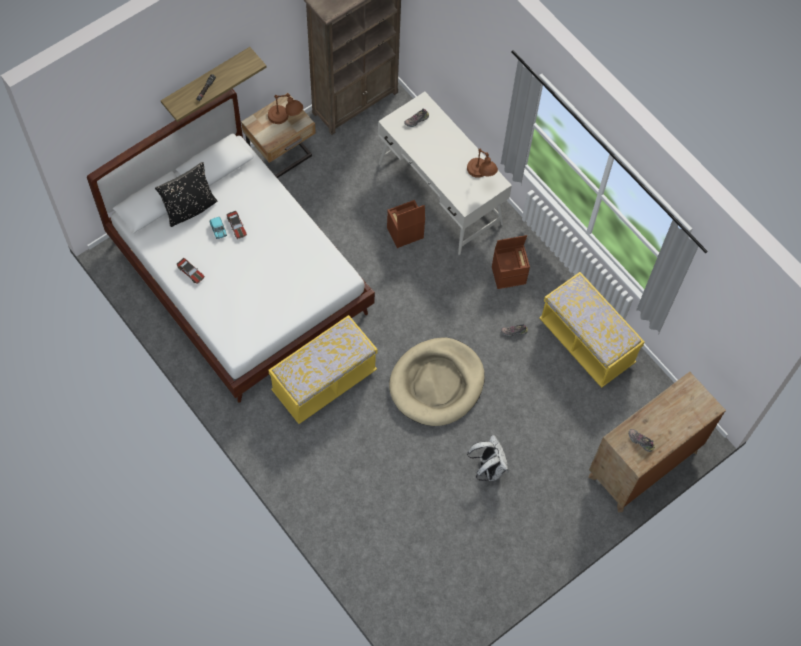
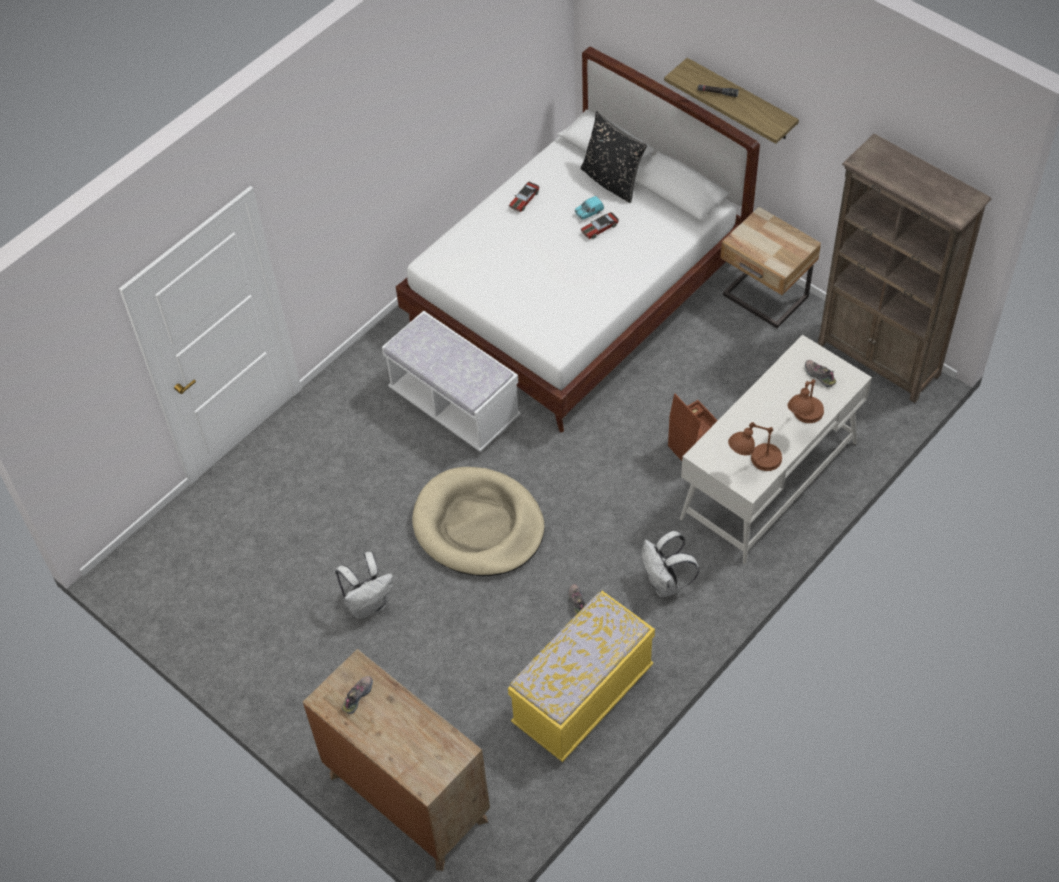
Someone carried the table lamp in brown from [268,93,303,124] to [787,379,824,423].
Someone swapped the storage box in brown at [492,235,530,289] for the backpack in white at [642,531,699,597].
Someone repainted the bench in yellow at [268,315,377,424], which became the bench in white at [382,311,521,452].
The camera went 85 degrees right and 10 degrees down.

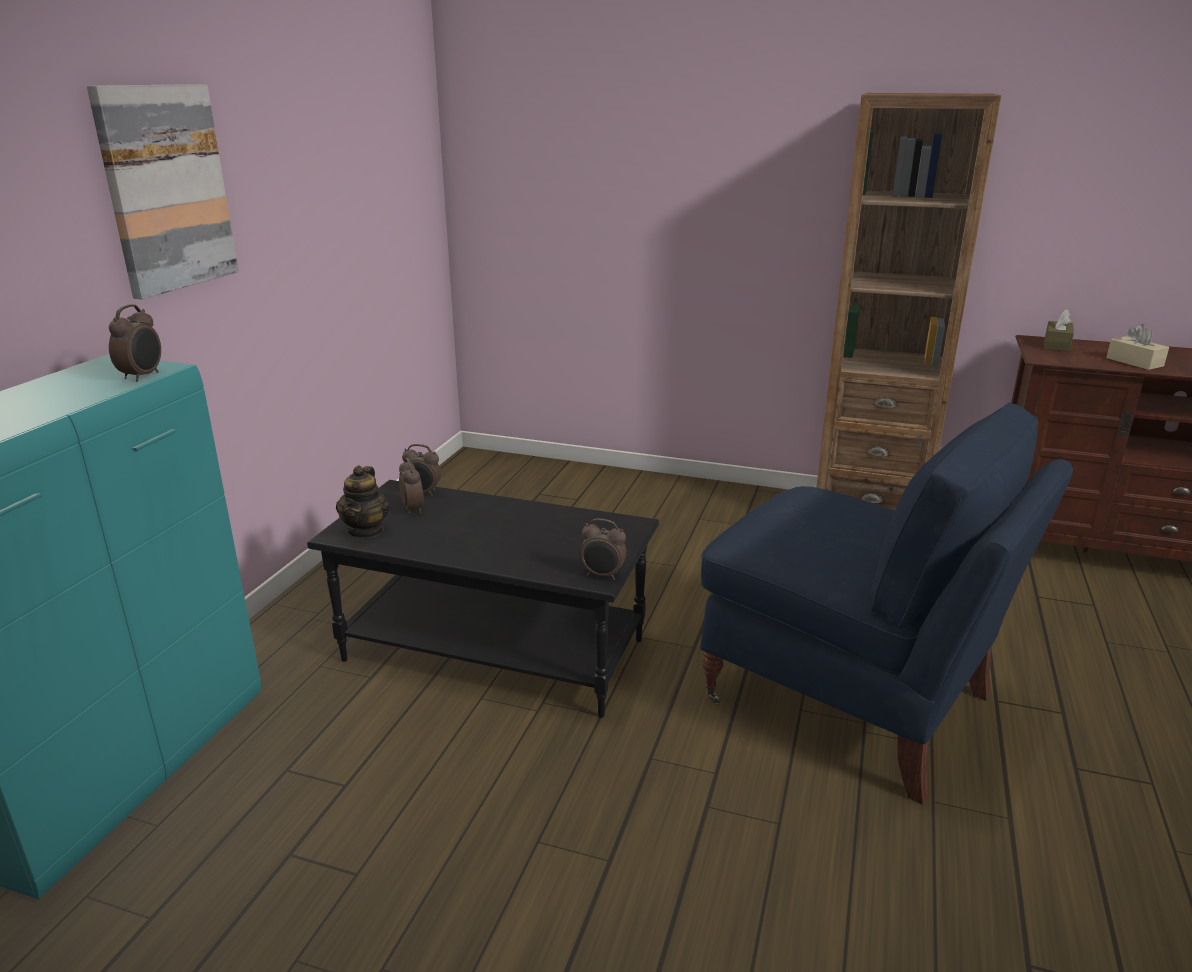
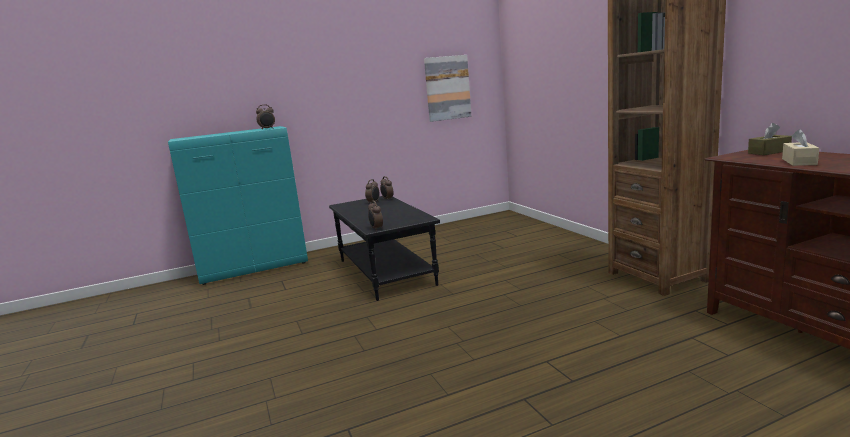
Someone carried the picture from [87,84,239,300] to [424,55,471,122].
Someone took away the armchair in blue at [700,402,1073,805].
Someone took away the teapot at [336,465,390,539].
The camera went 50 degrees right and 10 degrees down.

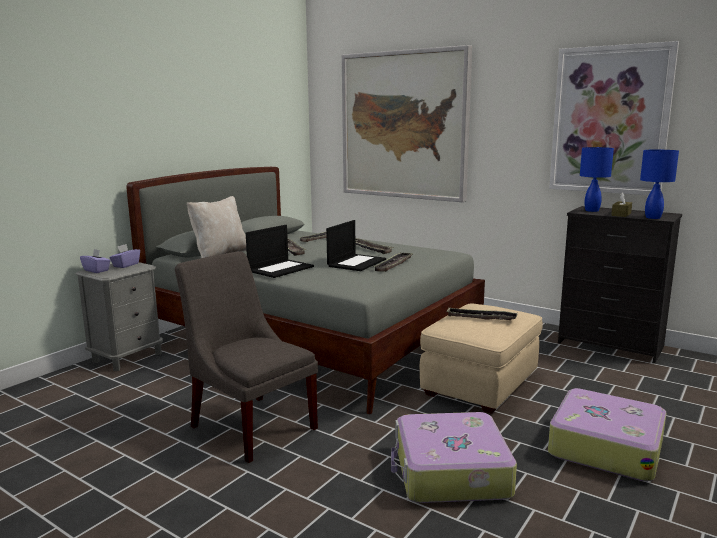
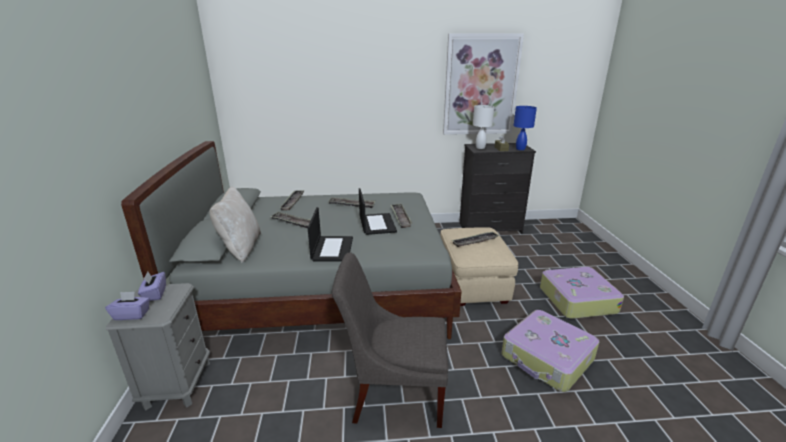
Someone took away the picture at [342,45,472,202].
Someone repainted the table lamp in blue at [580,147,614,212], which became the table lamp in white at [473,105,494,149].
The camera went 40 degrees left and 10 degrees up.

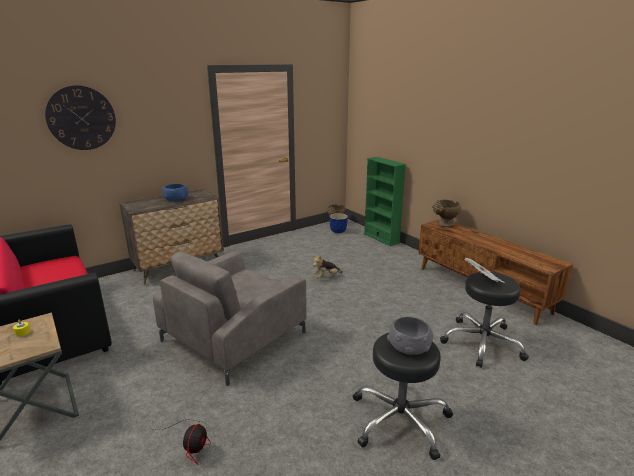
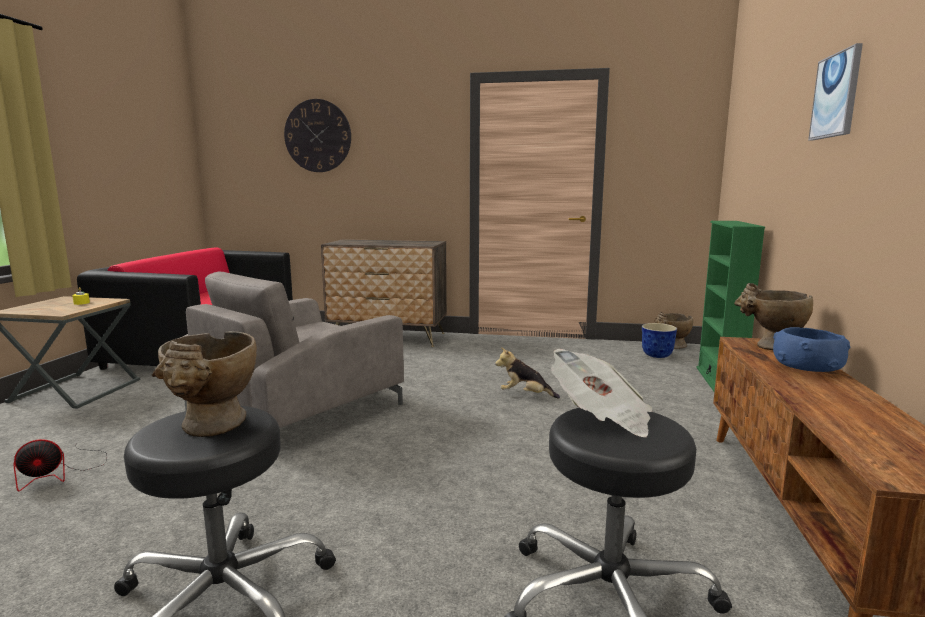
Someone carried the bowl in blue from [162,184,188,201] to [773,327,850,372].
Someone rotated the armchair in grey at [153,251,307,386] by 45 degrees counterclockwise.
Someone swapped the bowl in grey at [387,317,433,355] for the vase in beige at [152,331,257,437].
Someone put up the picture at [808,43,863,140].
The camera went 45 degrees right and 10 degrees down.

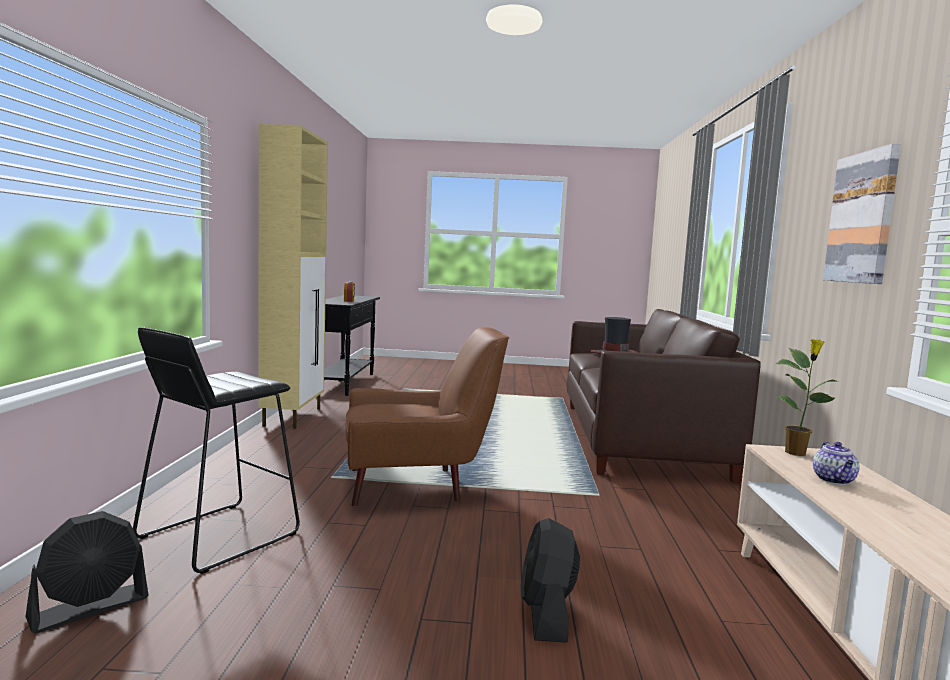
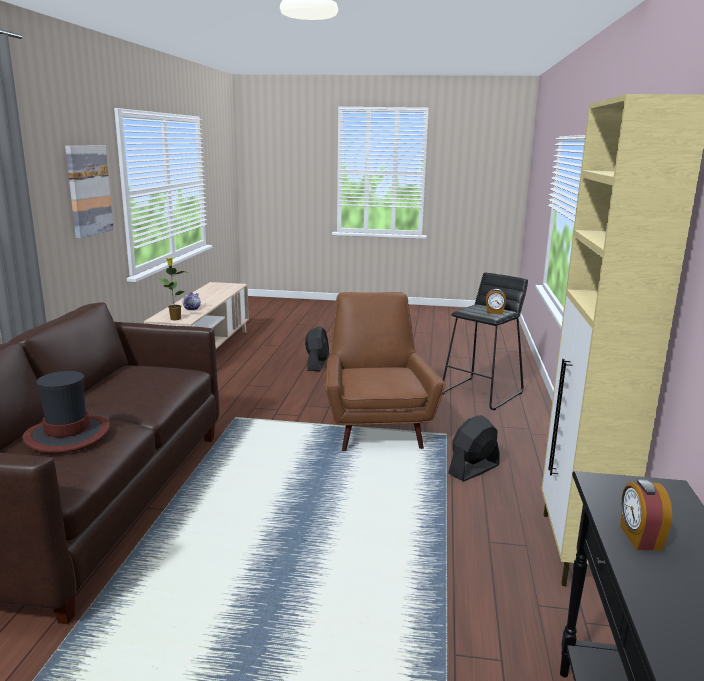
Someone rotated the armchair in brown at [345,327,509,507] by 90 degrees clockwise.
Someone carried the fan in black from [25,511,148,633] to [448,415,500,481].
Someone put down the alarm clock at [486,289,506,314].
The camera went 175 degrees left and 10 degrees up.

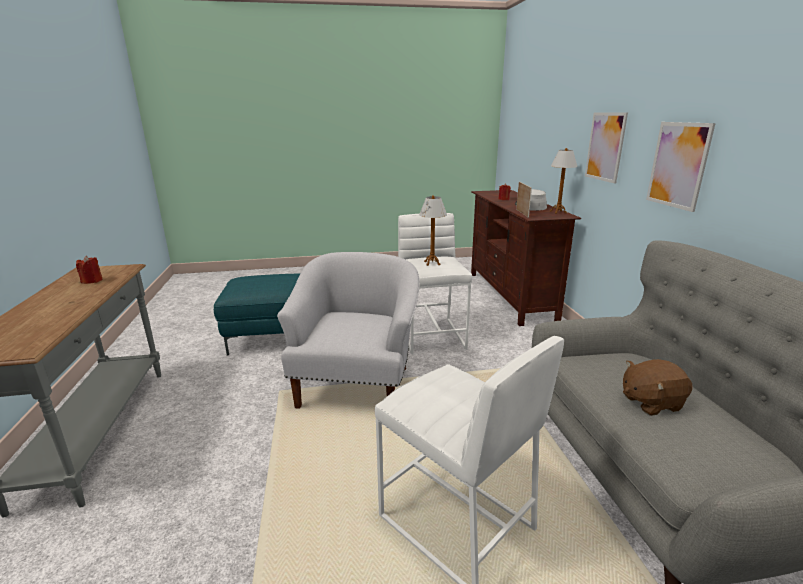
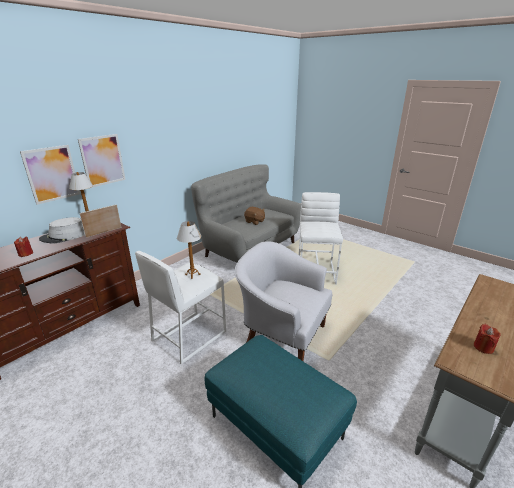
Someone carried the picture from [646,122,716,212] to [20,145,80,205].
Someone rotated the armchair in white at [277,252,420,409] by 60 degrees clockwise.
The camera went 130 degrees left and 5 degrees up.

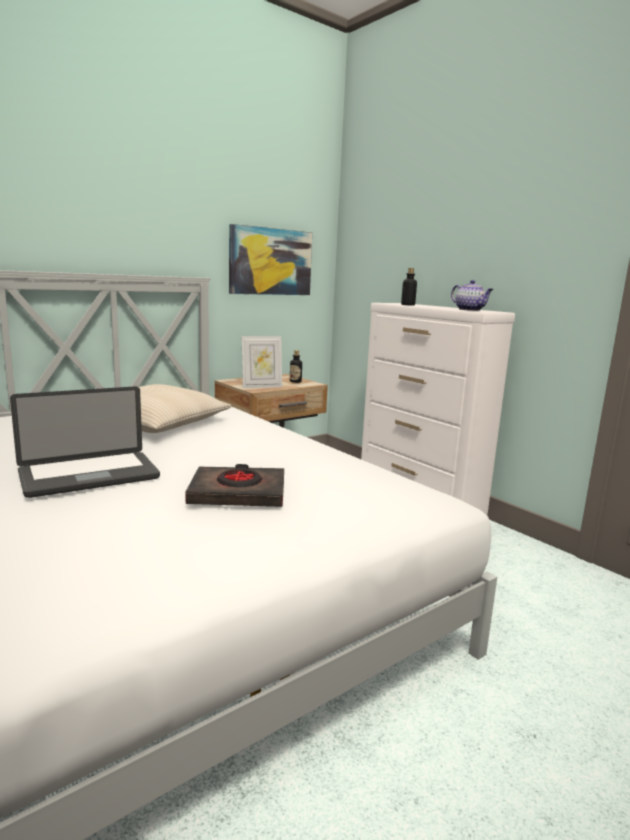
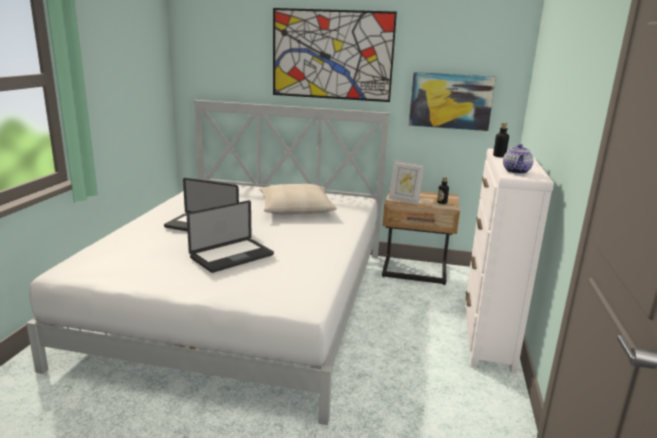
Someone swapped the book in black at [185,464,284,507] for the laptop at [187,200,274,273].
Someone put up the picture at [273,8,397,102].
The camera went 50 degrees right and 5 degrees up.

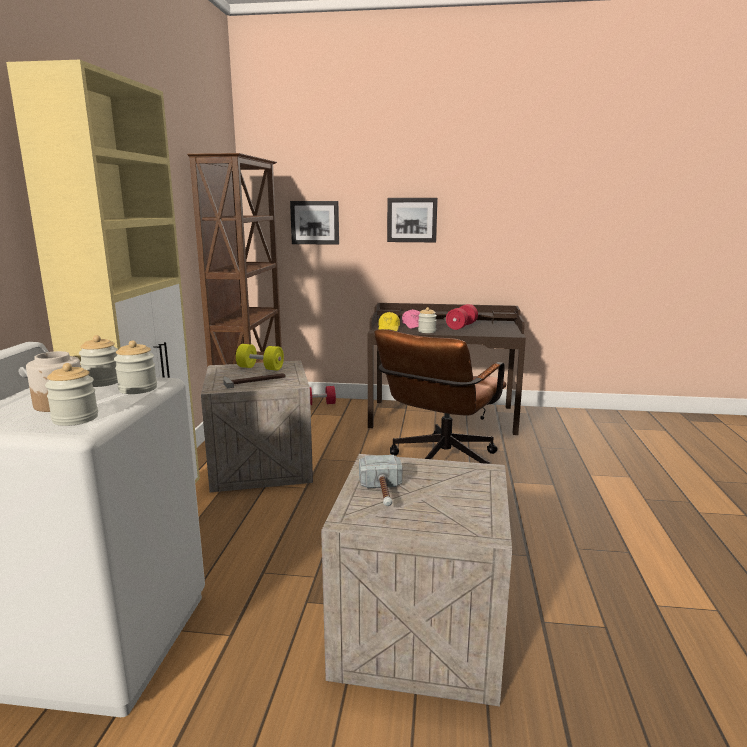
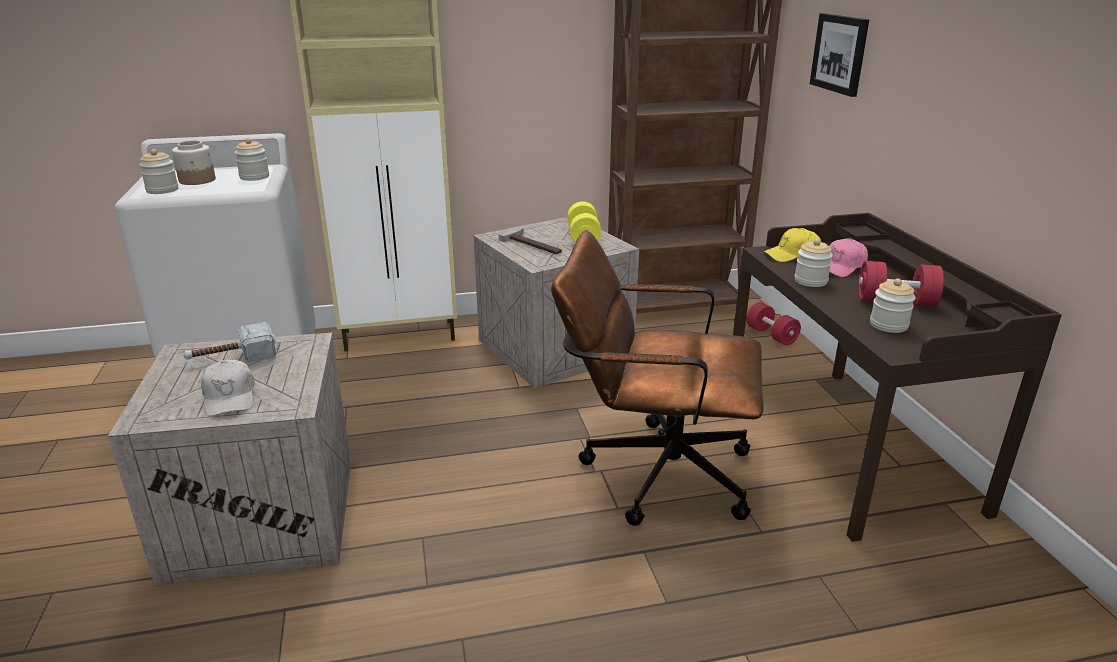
Someone took away the picture at [387,198,437,242].
Someone carried the jar from [114,340,157,394] to [870,279,916,333].
Someone put down the cap in white at [201,360,255,416].
The camera went 70 degrees right and 10 degrees up.

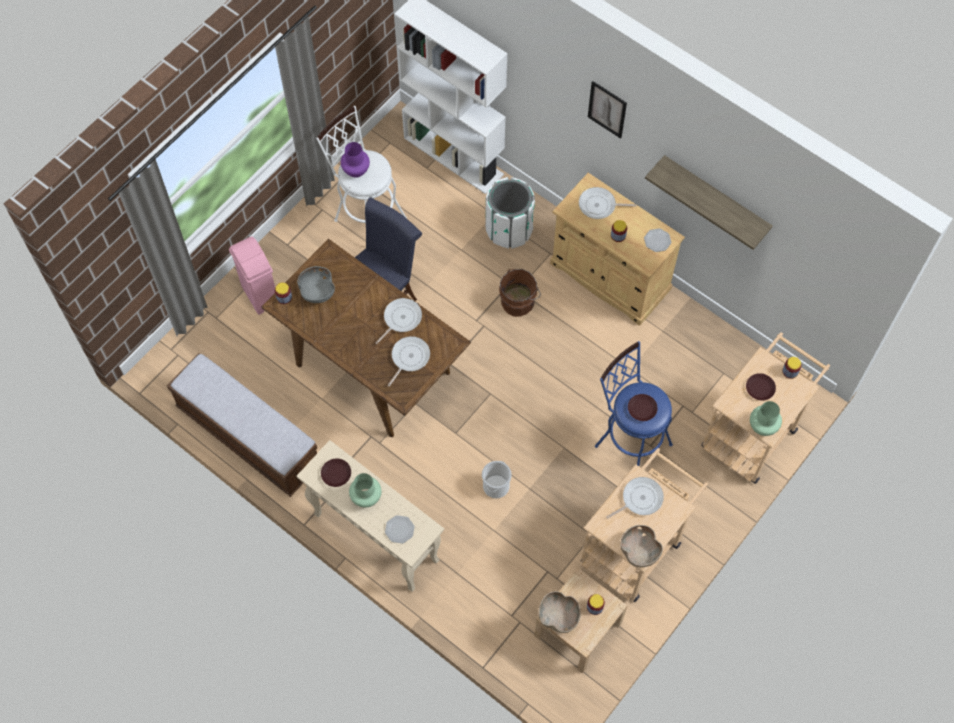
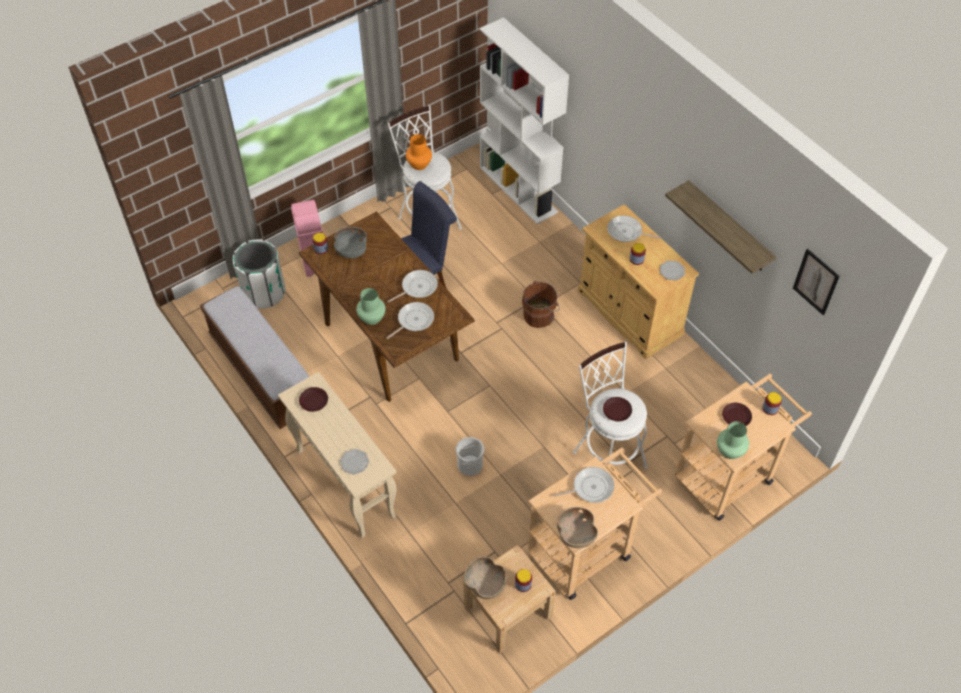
Someone carried the picture from [588,81,627,139] to [793,249,840,315].
Someone repainted the vase in purple at [341,142,370,178], which became the vase in orange at [406,134,432,170].
Someone carried the trash can in white from [485,177,535,249] to [233,239,285,309].
Someone repainted the stool in blue at [595,341,673,466], which became the stool in white at [573,342,648,469].
Someone carried the vase in green from [349,473,382,508] to [356,288,386,325].
The camera went 15 degrees right and 10 degrees down.

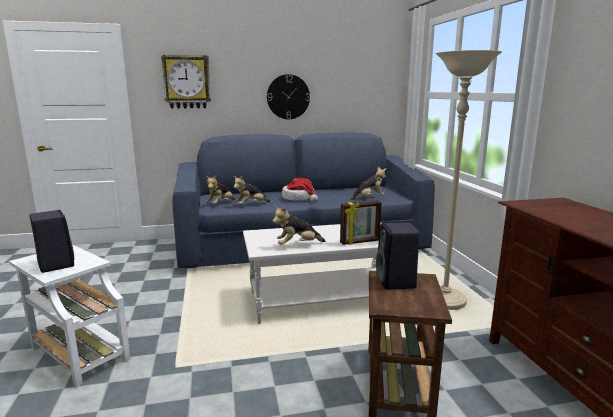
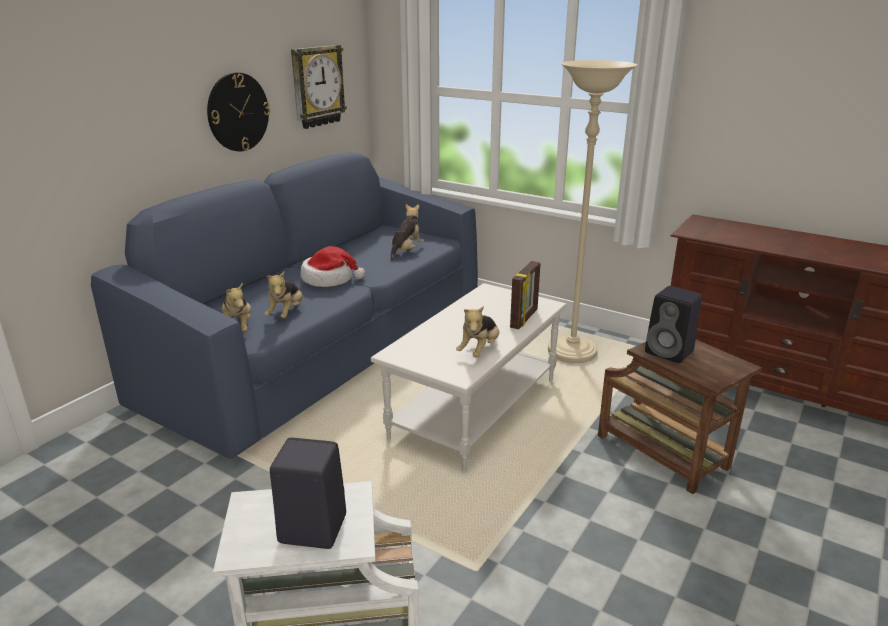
Someone carried the wall clock from [161,55,211,109] to [291,45,347,129].
The camera went 45 degrees left and 10 degrees up.

